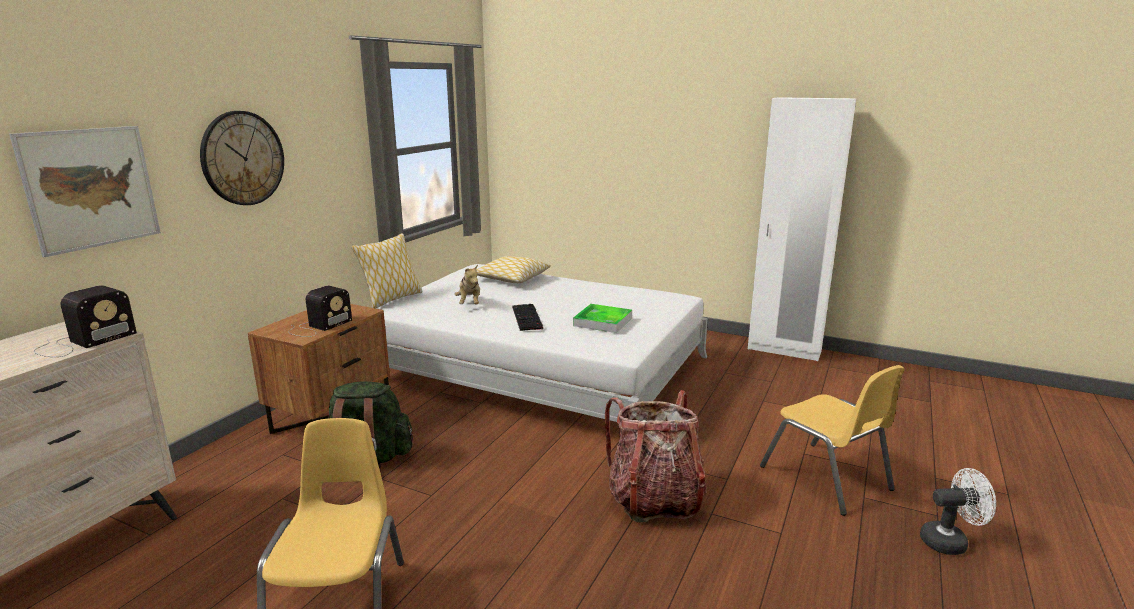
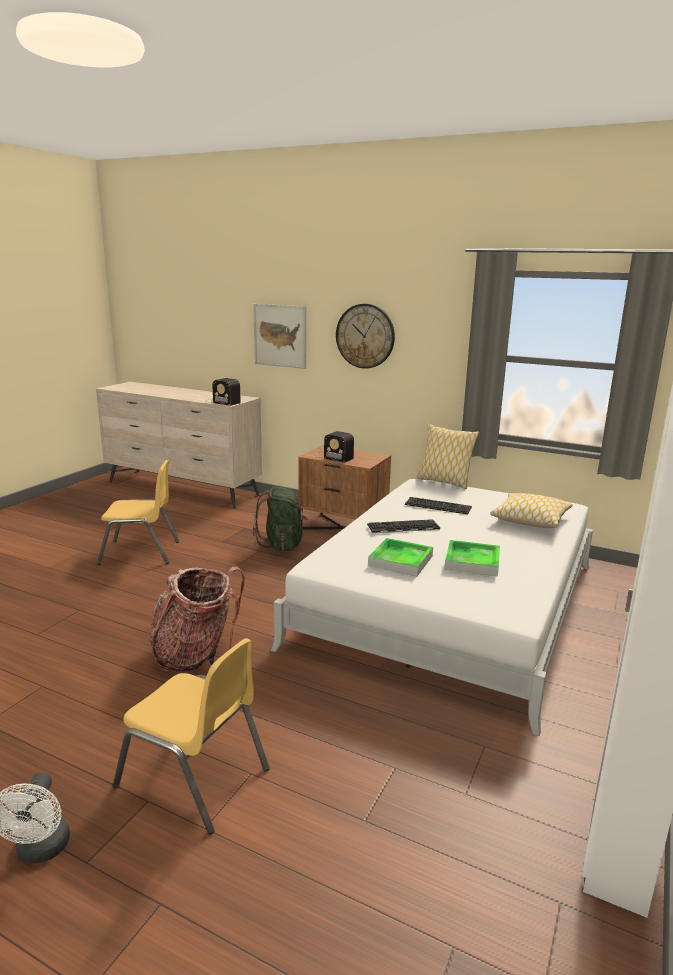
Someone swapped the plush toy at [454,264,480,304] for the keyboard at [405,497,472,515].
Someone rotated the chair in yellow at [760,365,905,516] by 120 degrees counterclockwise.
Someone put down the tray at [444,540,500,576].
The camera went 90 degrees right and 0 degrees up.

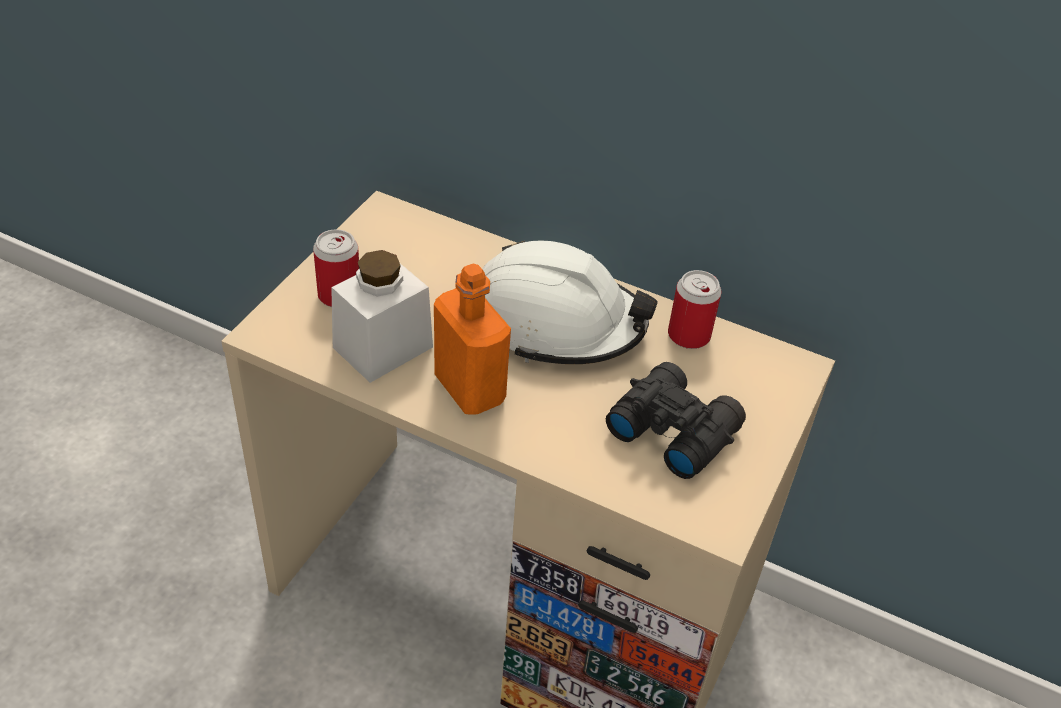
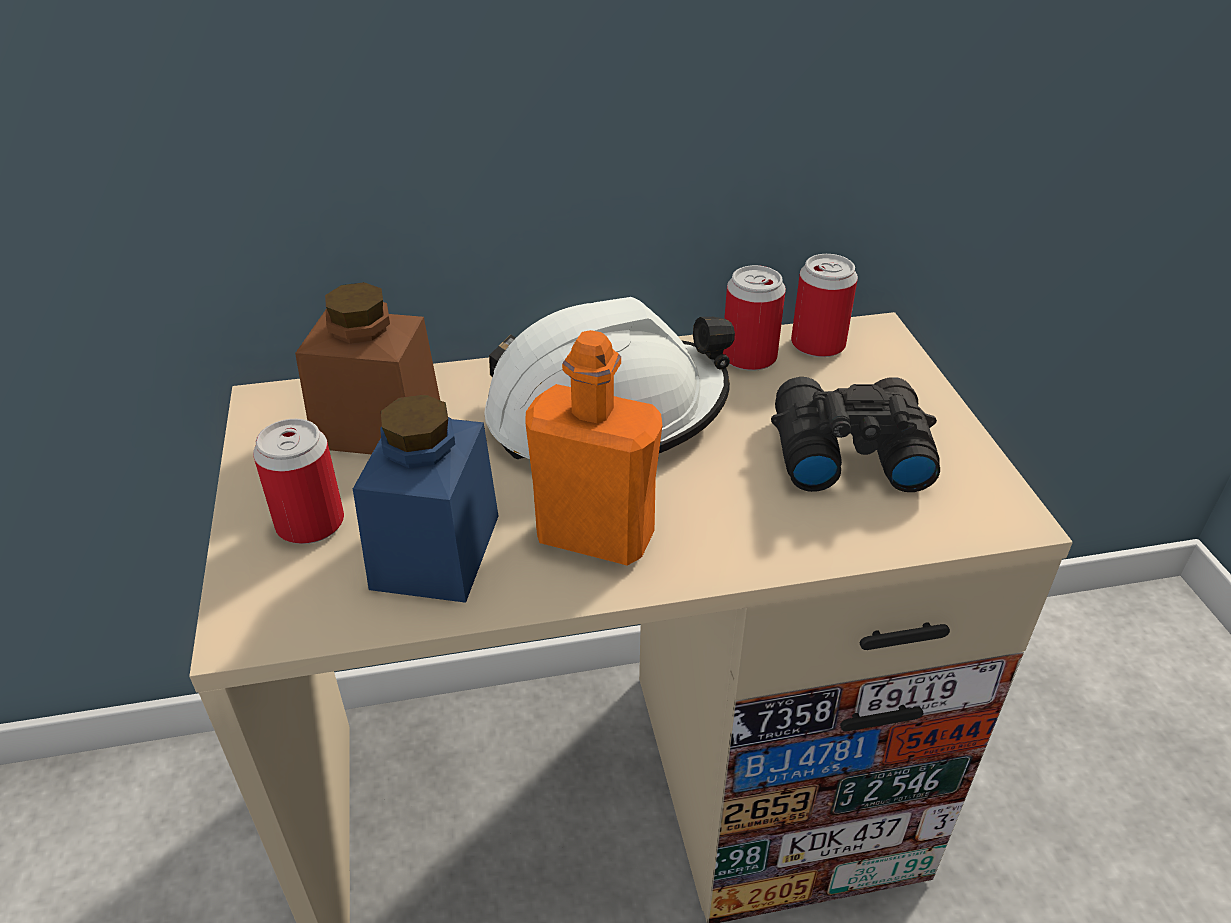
Someone repainted the jar in white at [331,250,433,383], which became the jar in blue at [353,394,498,603].
Someone put down the can at [791,254,858,357].
Someone put down the jar in brown at [295,282,440,454].
The camera went 35 degrees left and 5 degrees down.

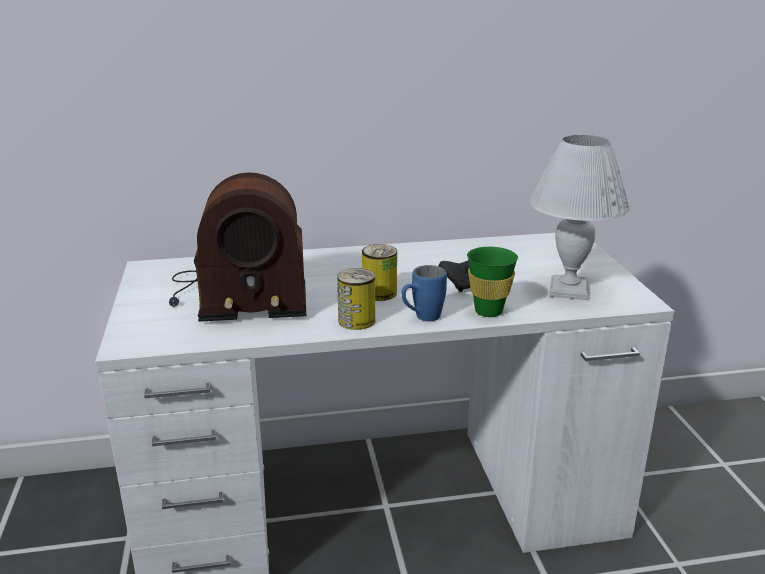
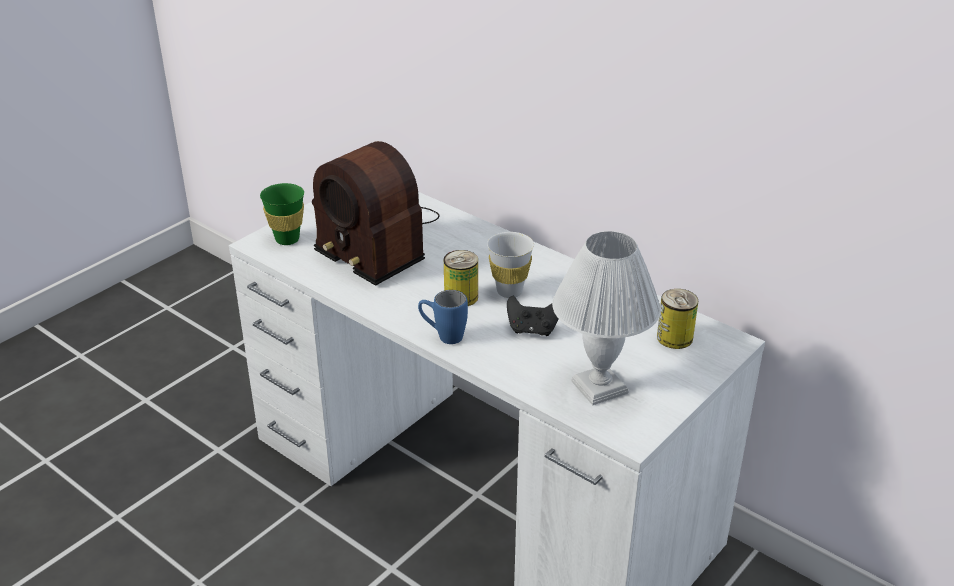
Someone carried the cup in green from [467,247,518,317] to [260,183,304,245].
Someone carried the can from [337,268,375,330] to [657,289,698,349].
Someone put down the cup in white at [487,232,534,298].
The camera went 50 degrees right and 10 degrees up.

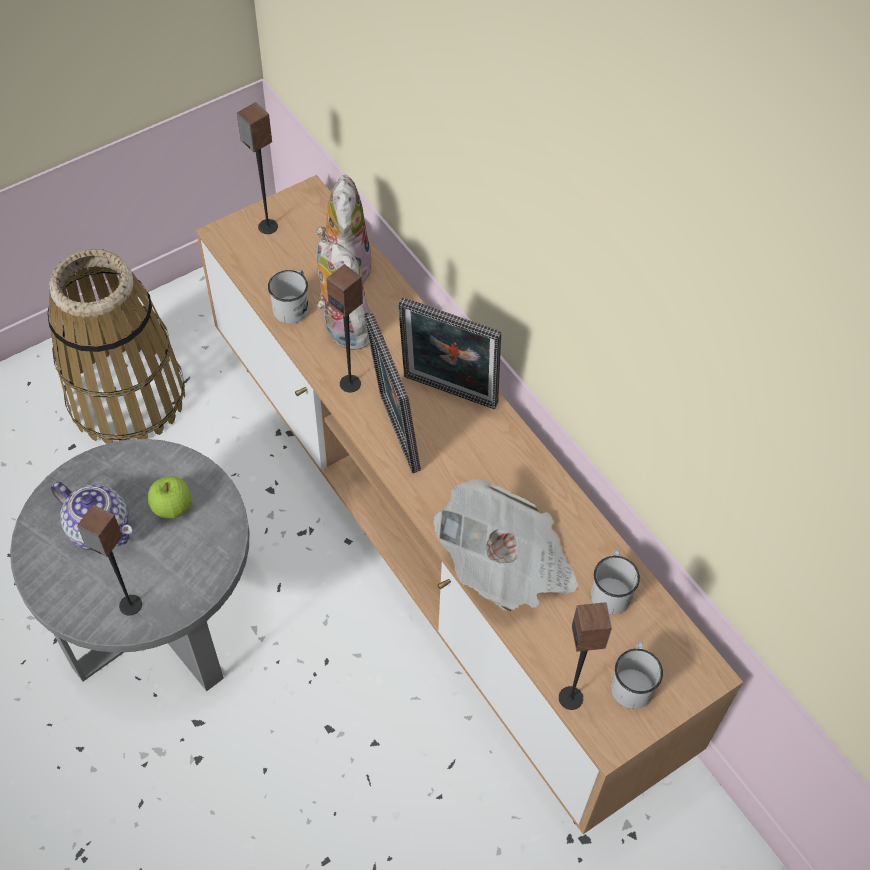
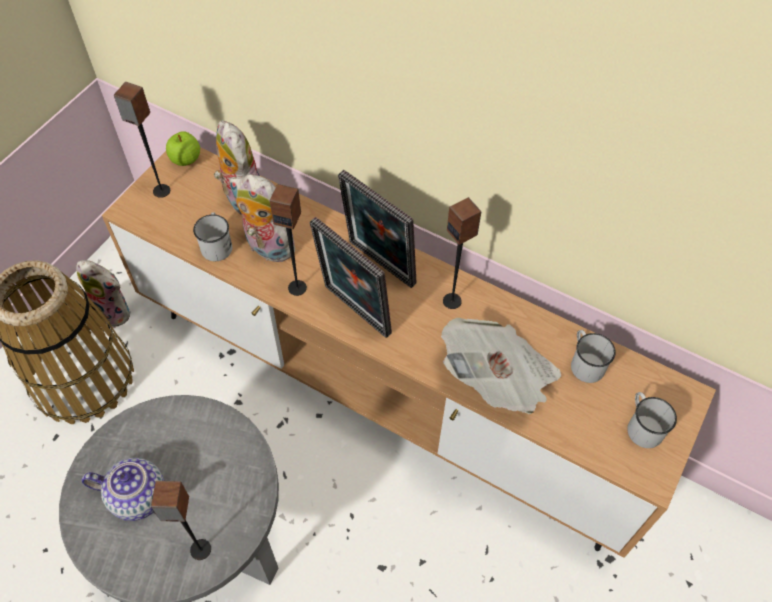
Someone rotated the picture frame at [398,297,501,409] by 45 degrees clockwise.
Someone carried the apple from [148,476,191,519] to [166,131,200,166].
Someone carried the speaker from [559,603,612,710] to [443,197,482,309].
Someone put down the plush toy at [76,260,130,328].
The camera went 25 degrees left and 0 degrees up.

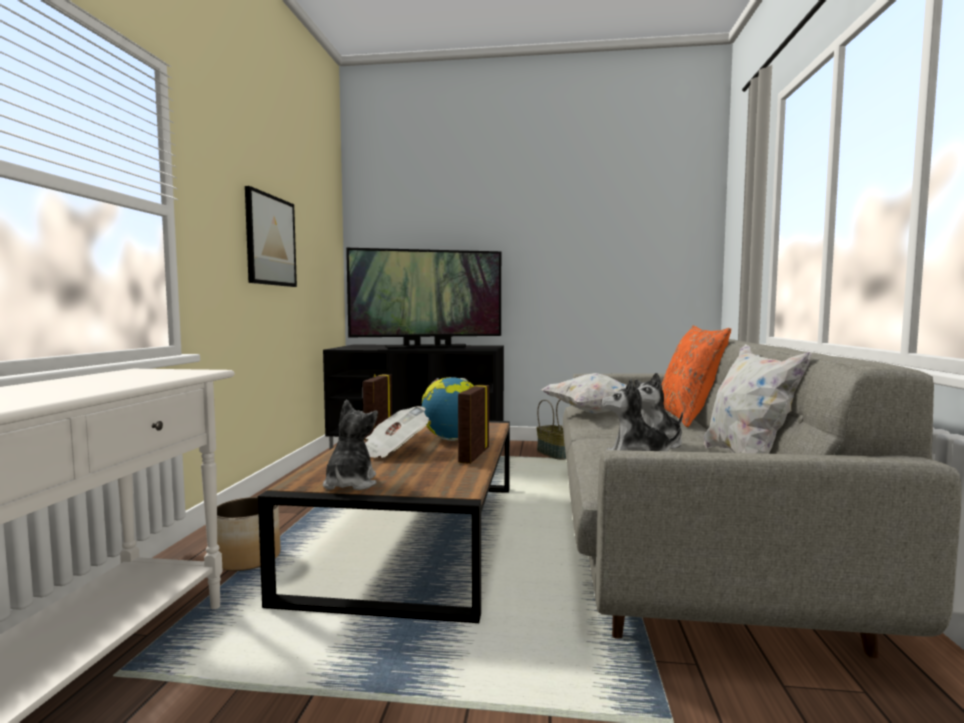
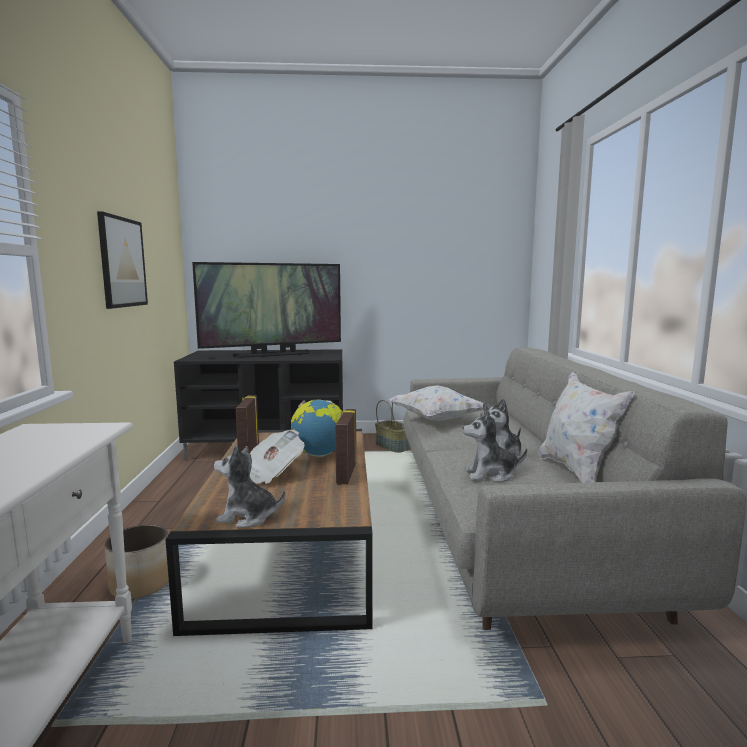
Someone took away the pillow in orange at [662,325,731,427].
Someone rotated the plush toy at [323,400,378,490] by 75 degrees counterclockwise.
The camera went 10 degrees left and 5 degrees up.

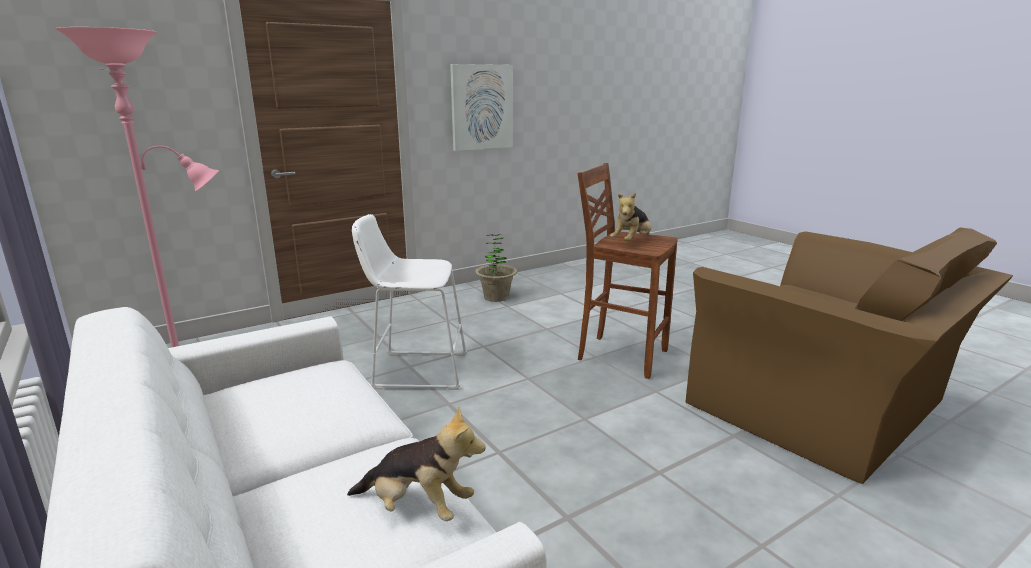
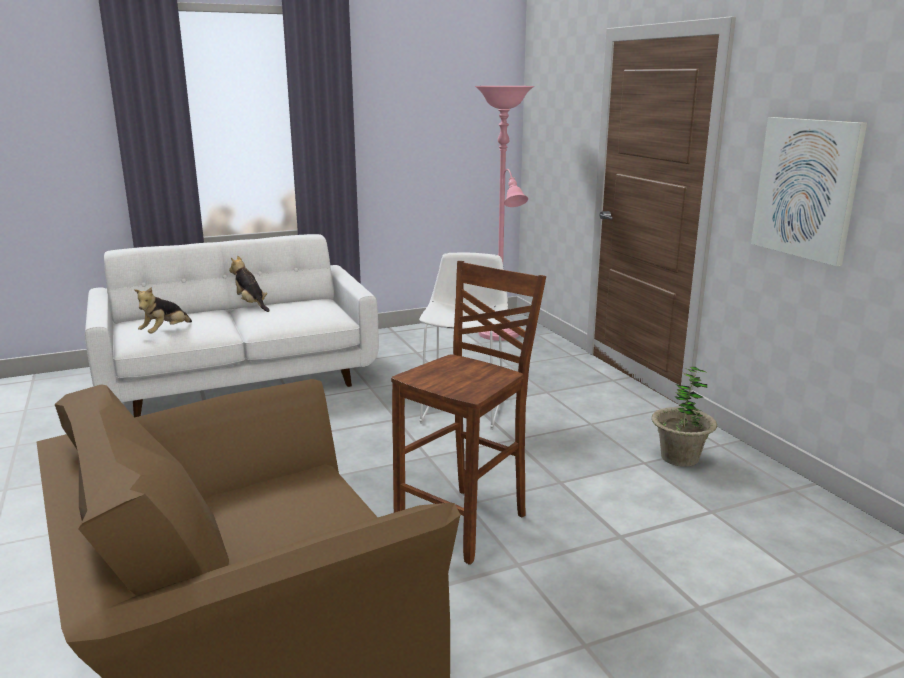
Someone carried the plush toy from [610,193,651,241] to [229,256,270,312].
The camera went 100 degrees right and 0 degrees up.

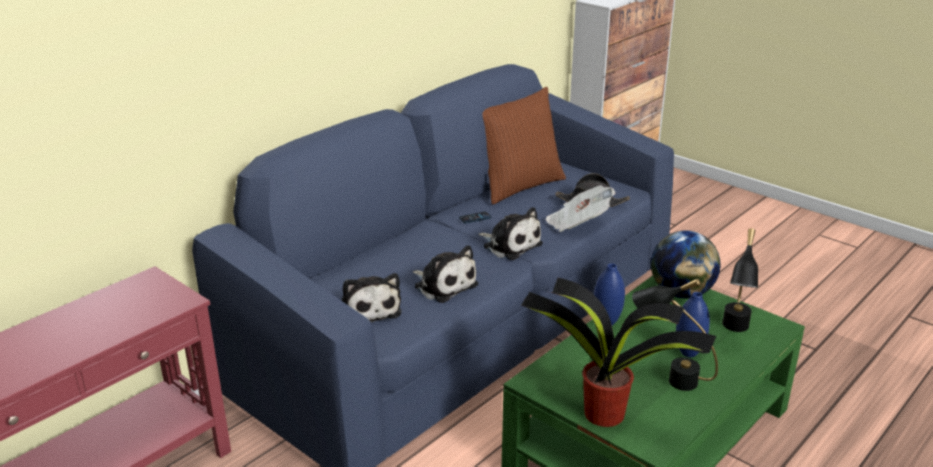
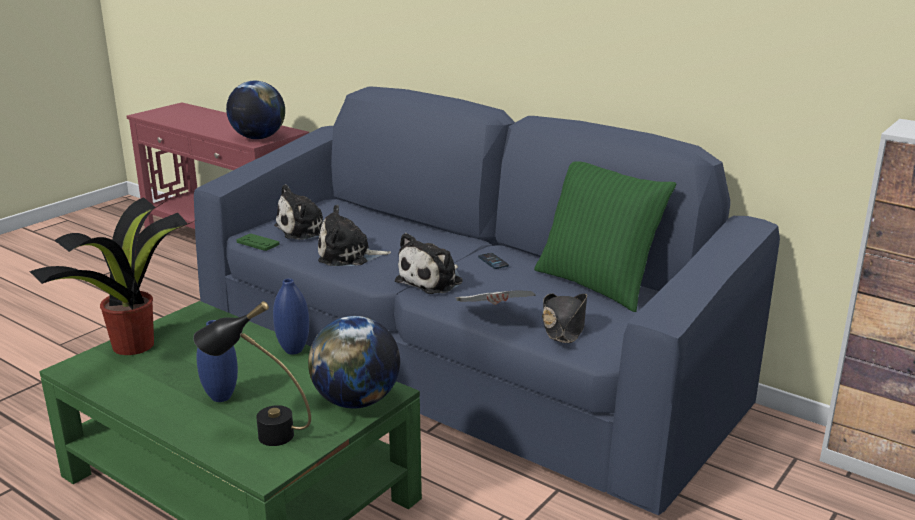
Someone repainted the pillow in brown at [483,87,566,204], which became the pillow in green at [534,161,676,312].
Someone rotated the plush toy at [413,245,478,303] by 45 degrees clockwise.
Someone took away the table lamp in black at [632,278,718,391].
Someone put down the globe at [226,81,285,139].
Someone put down the game controller in green at [236,234,280,251].
The camera went 85 degrees right and 5 degrees down.

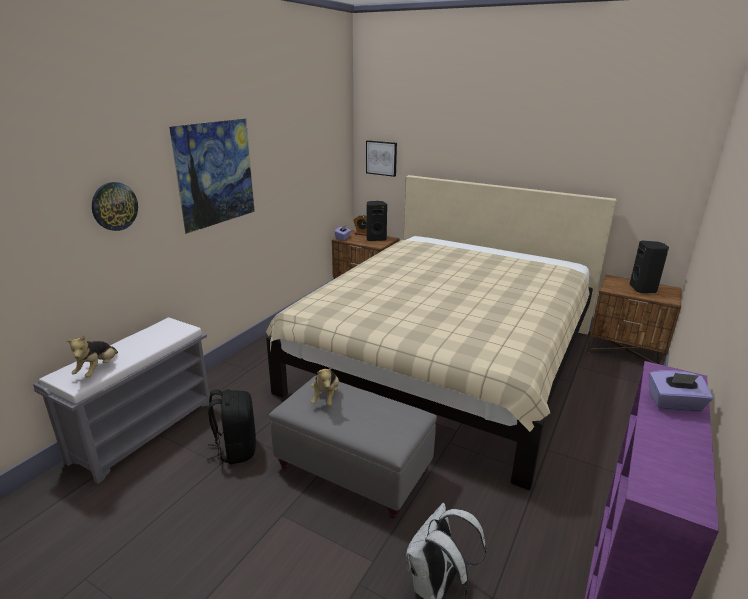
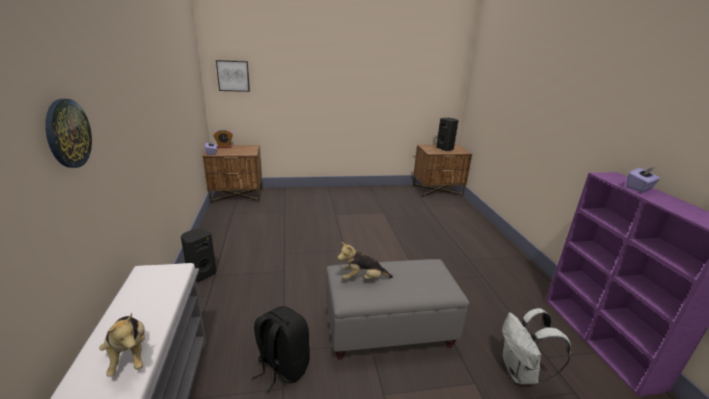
Someone took away the picture at [169,119,255,234].
Someone took away the bed in beige at [266,175,617,490].
Someone carried the speaker in black from [367,201,387,241] to [181,228,216,283].
Someone rotated the plush toy at [311,366,339,406] by 120 degrees clockwise.
The camera went 40 degrees left and 0 degrees up.

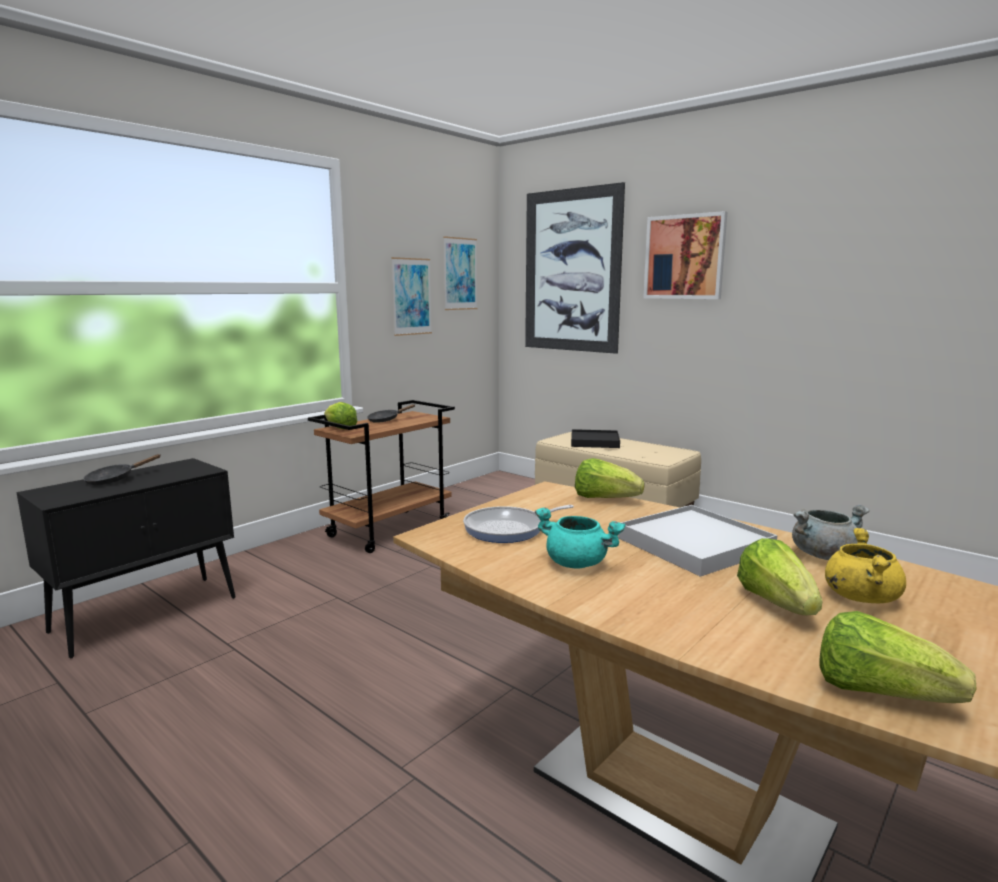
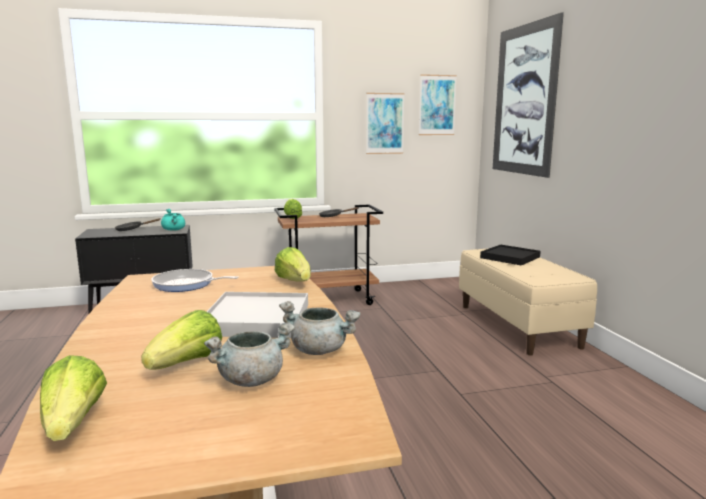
Someone took away the picture at [643,211,727,299].
Someone carried the cooking pot in turquoise from [535,508,625,569] to [161,209,185,231].
Someone repainted the cooking pot in yellow at [825,528,906,603], which became the cooking pot in grey at [204,322,295,387].
The camera went 35 degrees right and 0 degrees up.

